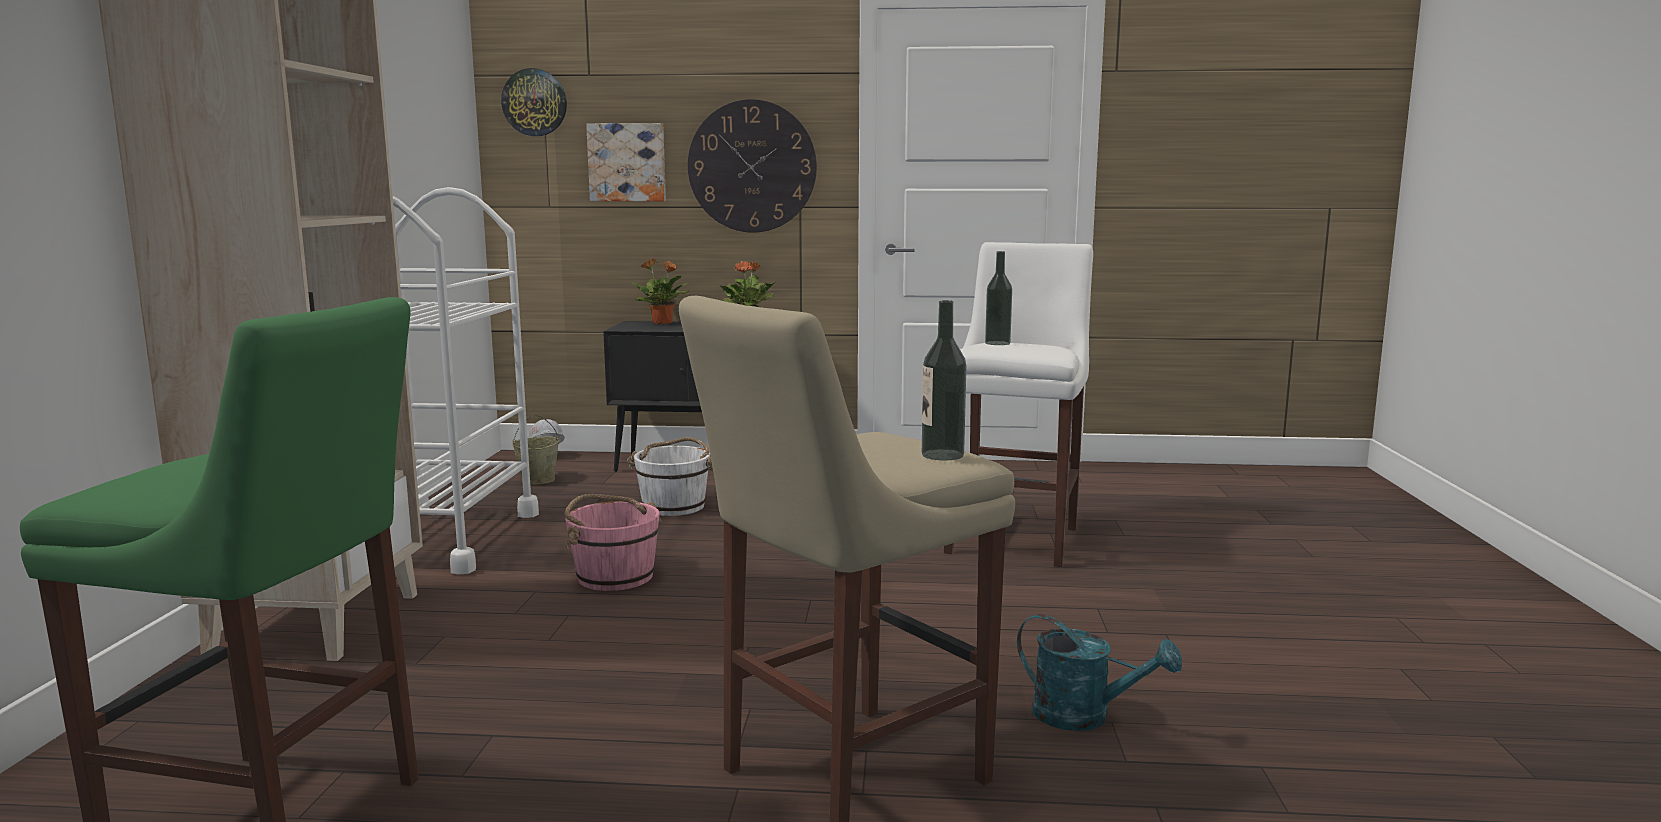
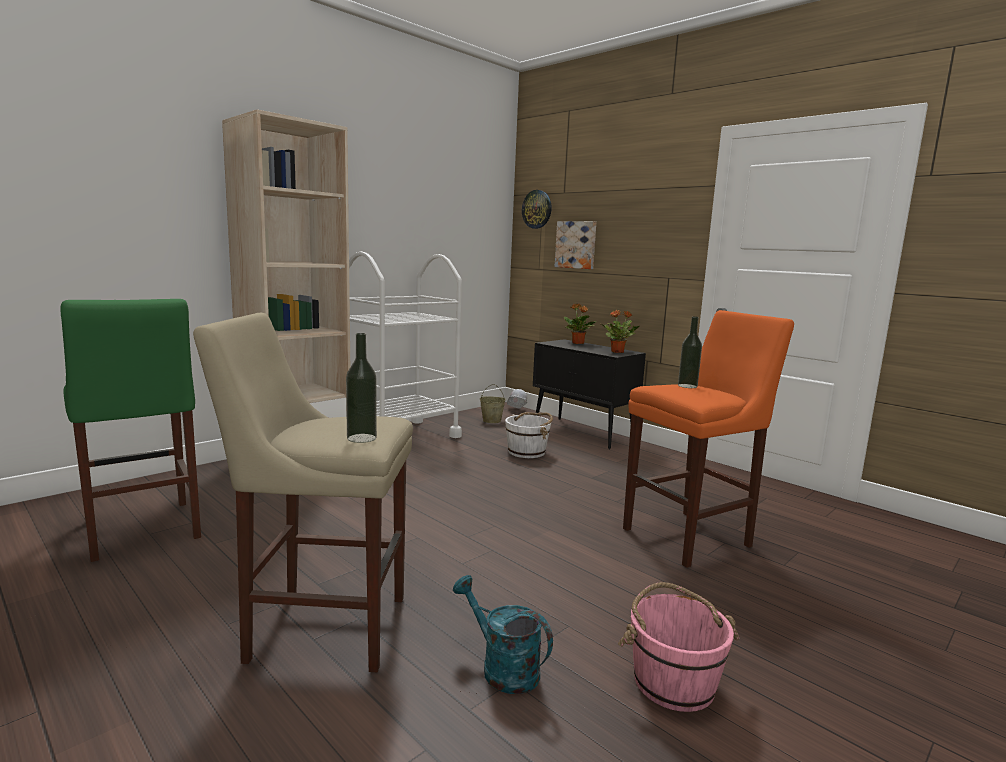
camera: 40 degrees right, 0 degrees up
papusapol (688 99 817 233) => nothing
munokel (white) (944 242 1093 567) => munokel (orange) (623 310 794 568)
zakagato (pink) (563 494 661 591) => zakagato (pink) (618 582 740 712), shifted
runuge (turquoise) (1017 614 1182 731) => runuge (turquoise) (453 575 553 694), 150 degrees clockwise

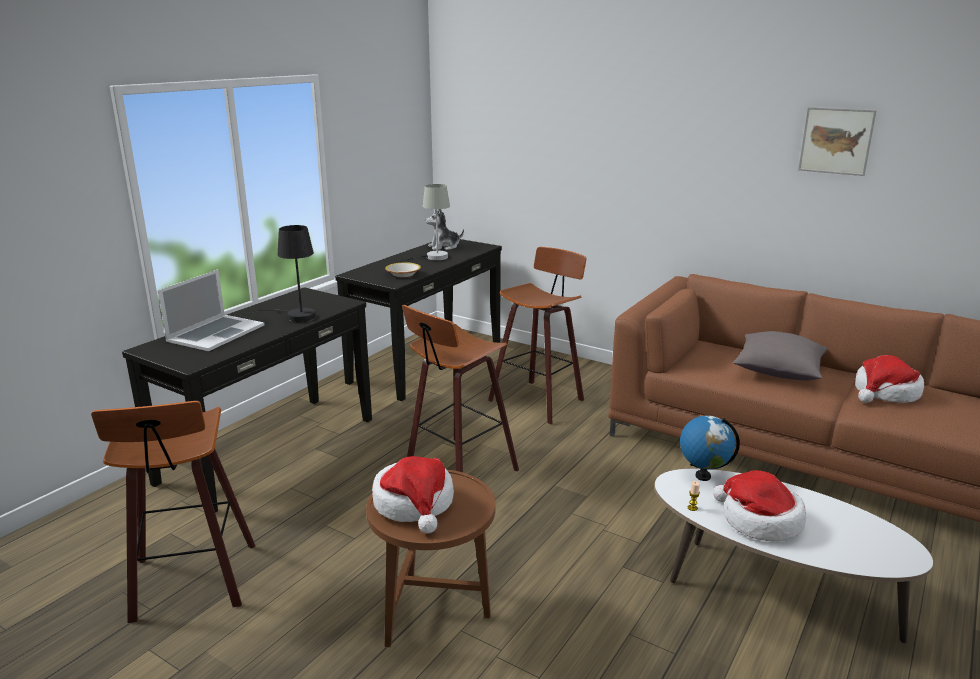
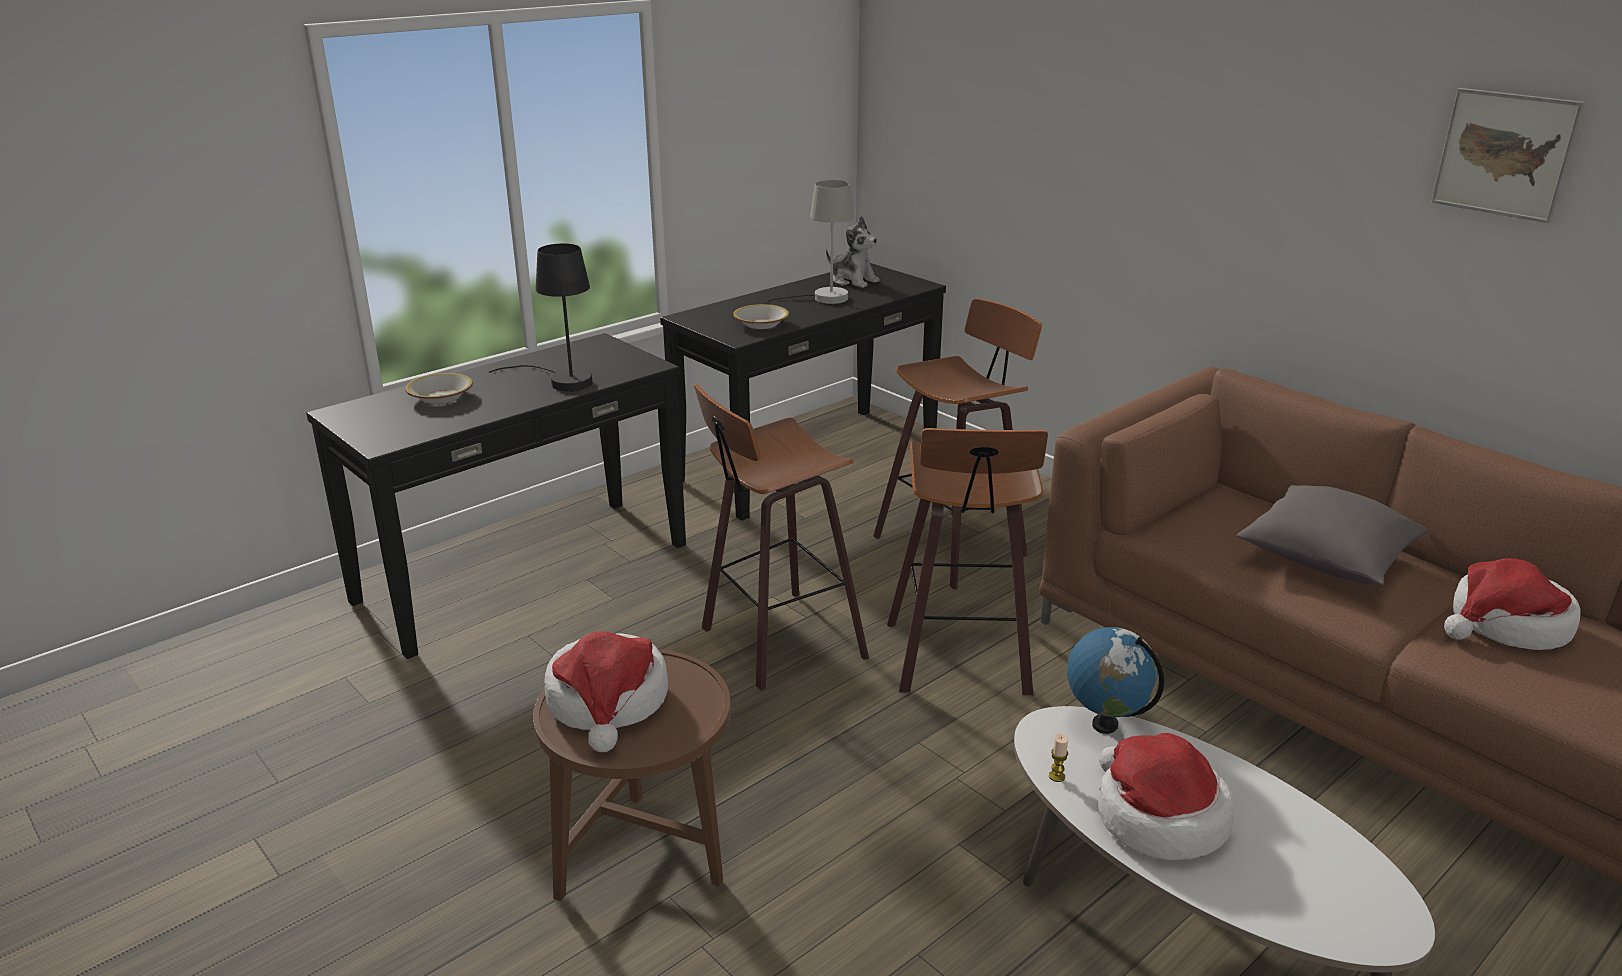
camera: 15 degrees right, 5 degrees up
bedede (426 209 464 250) => bedede (826 216 880 288), 135 degrees counterclockwise
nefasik (157 269 264 351) => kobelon (405 373 473 404)
munokel (91 401 255 623) => munokel (887 428 1048 695), shifted

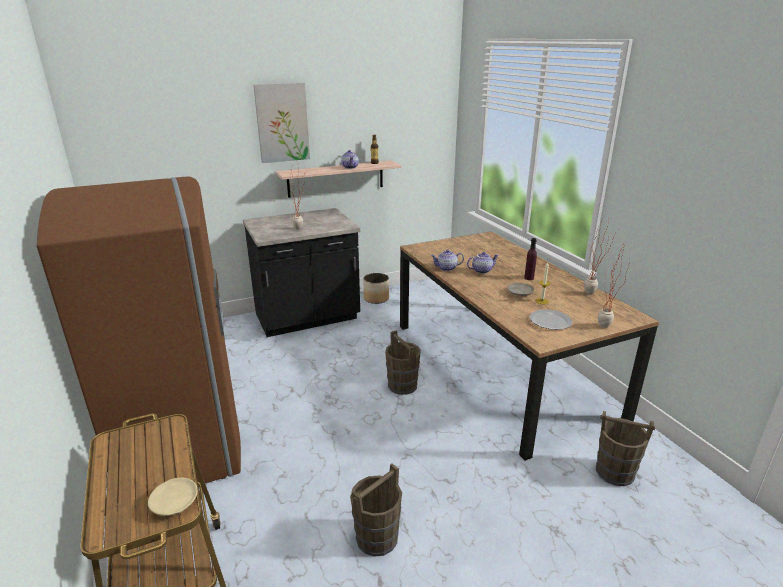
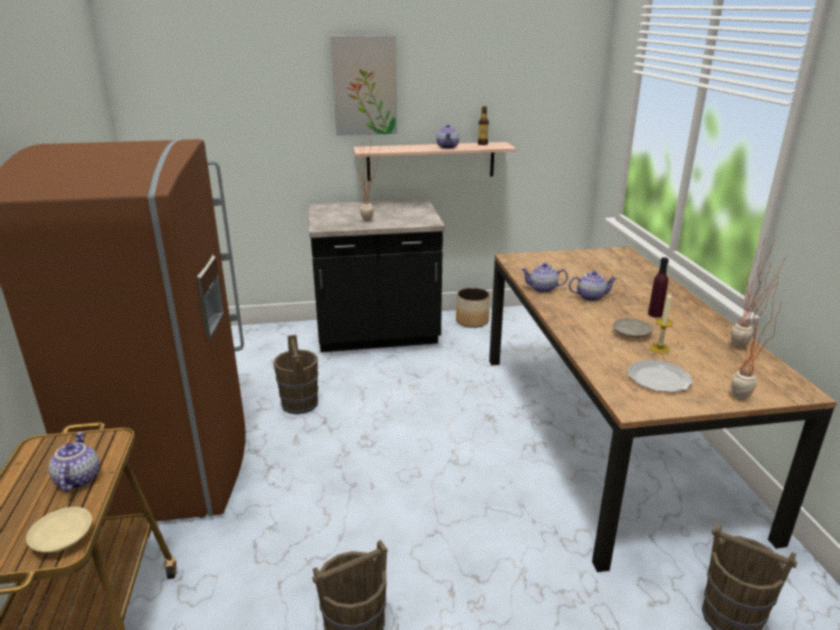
camera: 15 degrees right, 0 degrees up
zakagato (brown) (385 330 421 395) => zakagato (brown) (273 335 318 414), shifted
nothing => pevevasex (49 432 100 492)

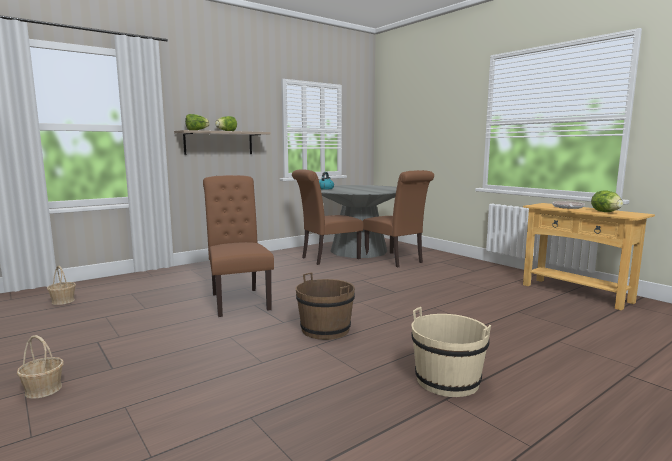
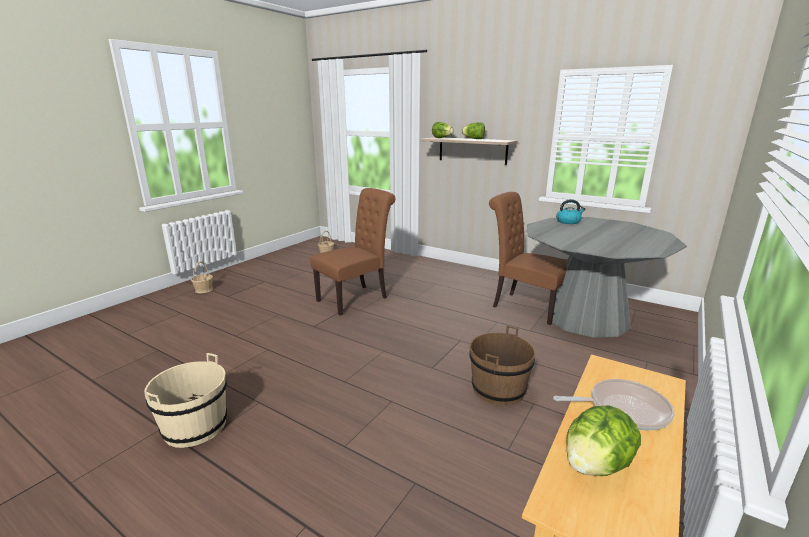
camera: 70 degrees right, 10 degrees up
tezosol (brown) (363 170 434 267) => nothing
zakagato (brown) (296 272 355 340) => zakagato (brown) (469 326 536 406), shifted

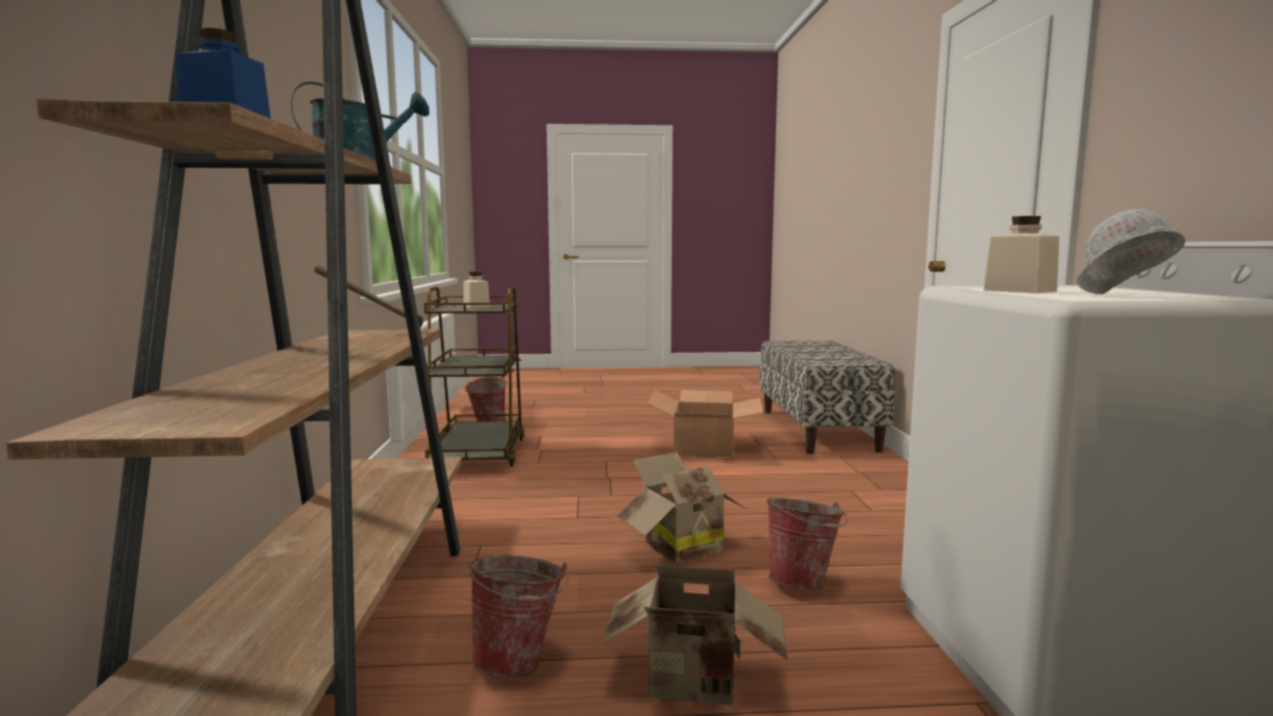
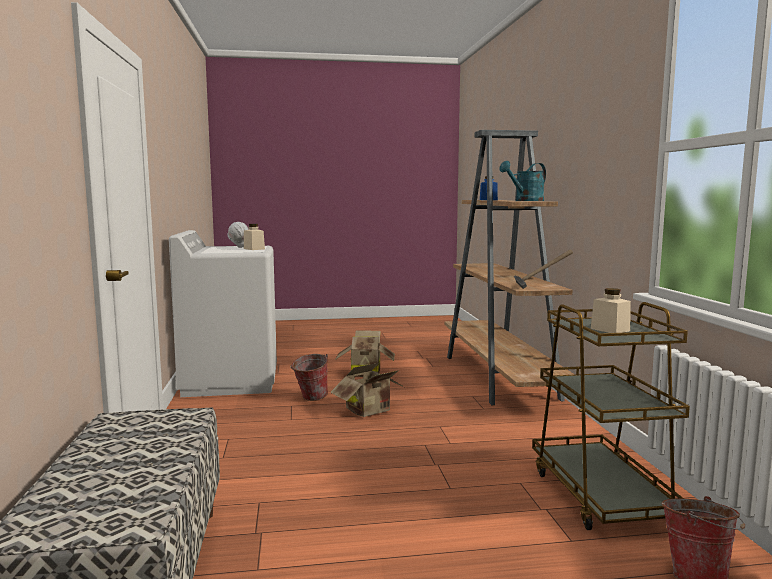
camera: 175 degrees right, 0 degrees up
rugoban (648 390 763 457) => nothing
zakagato (468 555 569 678) => nothing

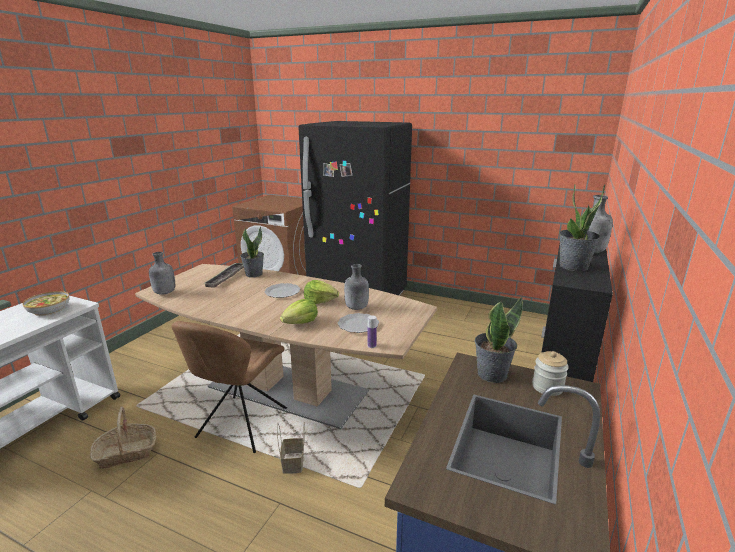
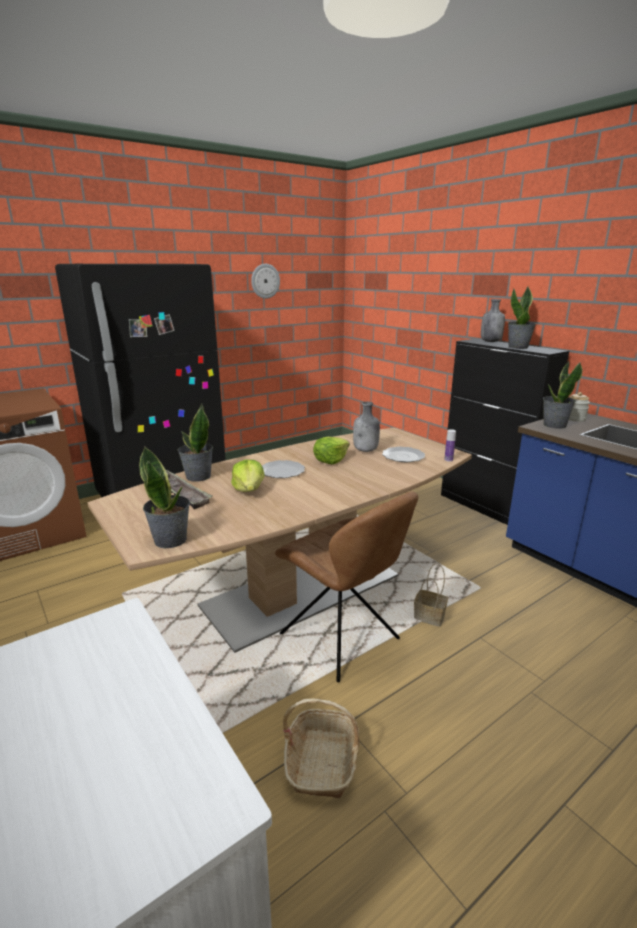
camera: 60 degrees left, 0 degrees up
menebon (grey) (149 252 175 295) => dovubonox (139 447 190 548)
kobelon (22 291 69 316) => nothing
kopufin (280 299 318 324) => kopufin (231 460 265 492), shifted
nothing => papusapol (251 264 280 299)

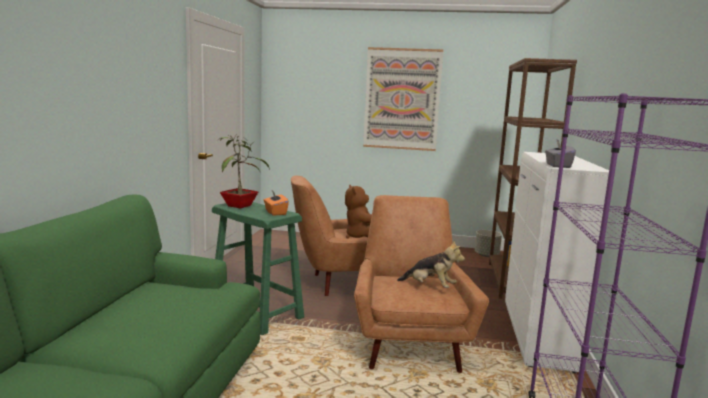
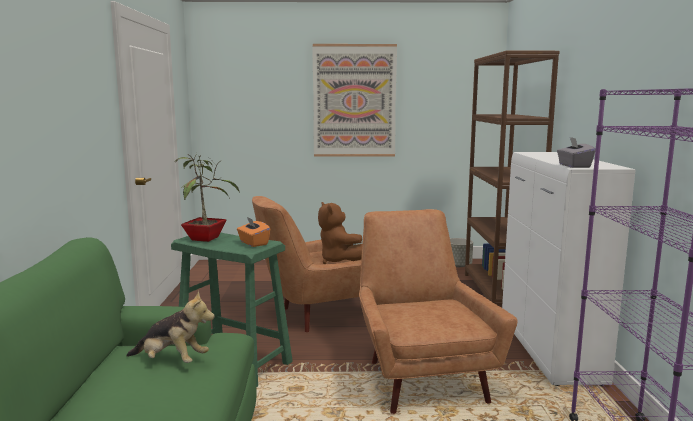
camera: 10 degrees left, 0 degrees up
bedede (397 241 465 288) => bedede (126 291 215 363), shifted

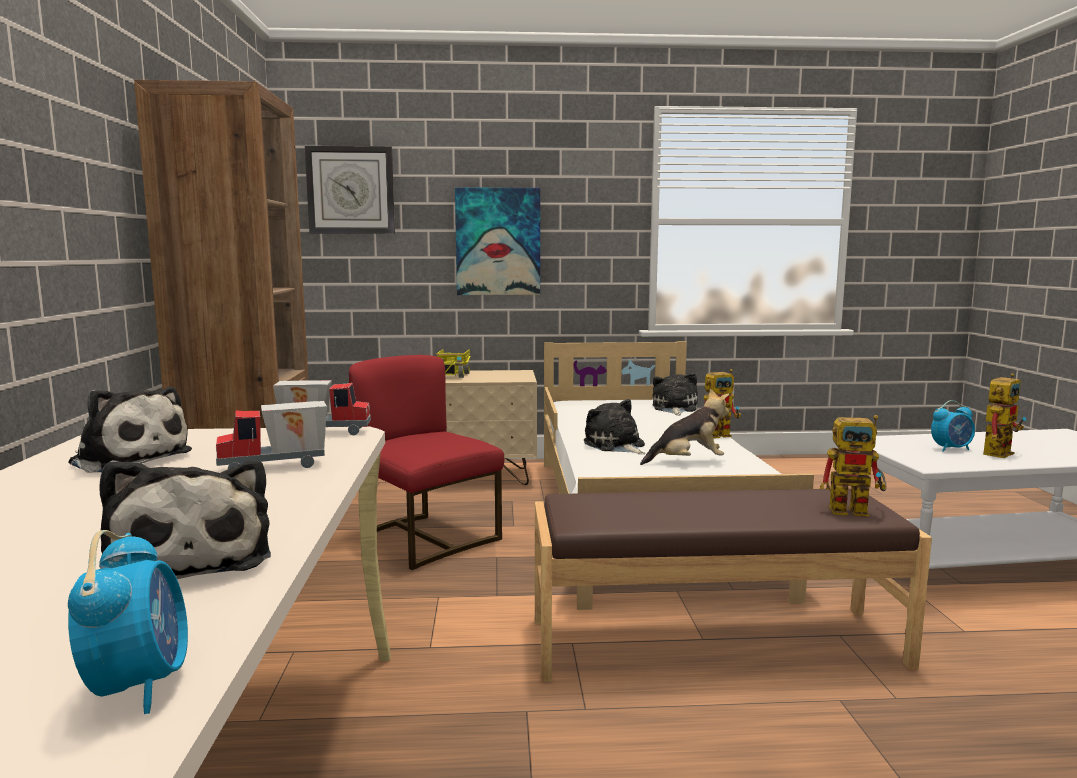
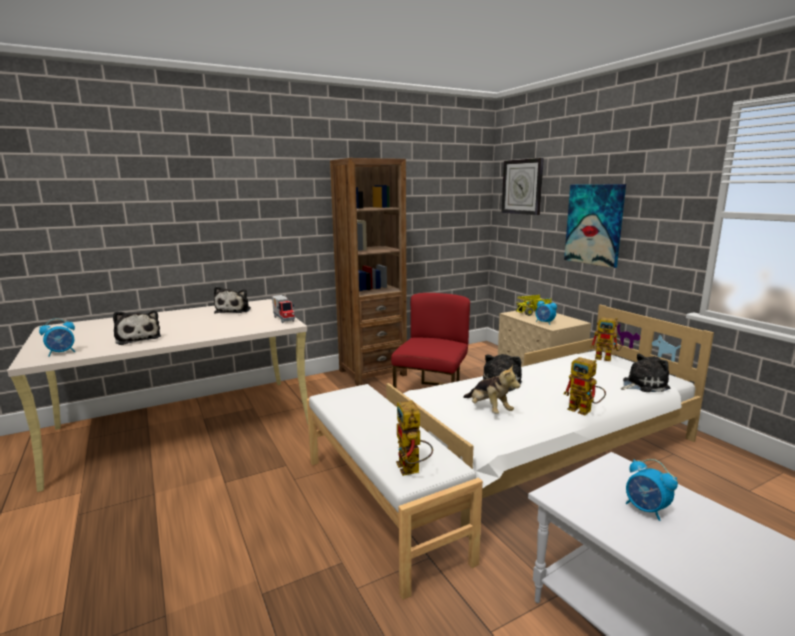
camera: 65 degrees right, 5 degrees up
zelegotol (983 373 1026 458) => zelegotol (590 318 622 361), shifted
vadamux (216 401 327 469) => nothing
bedede (100 459 271 579) => bedede (113 310 161 345), 75 degrees counterclockwise
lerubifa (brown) (535 489 932 682) => lerubifa (white) (307 384 483 600)
nothing => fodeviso (536 298 557 325)

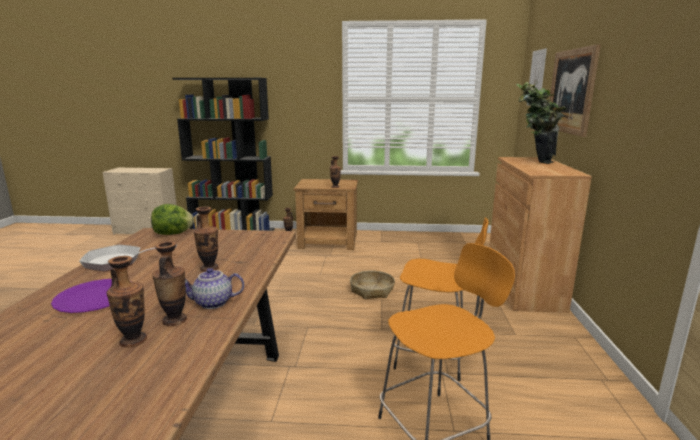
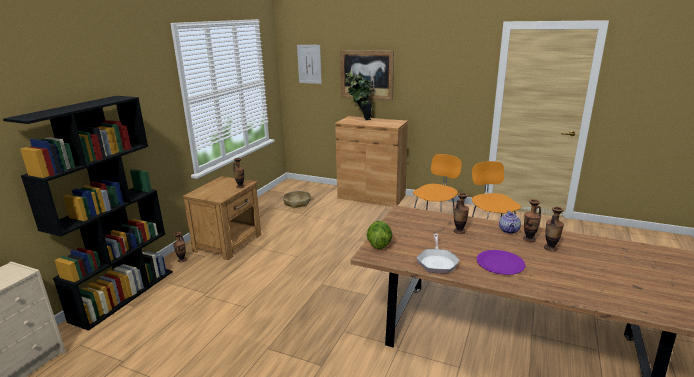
camera: 70 degrees left, 5 degrees up
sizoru (350 270 395 300) => sizoru (283 191 311 208), shifted

